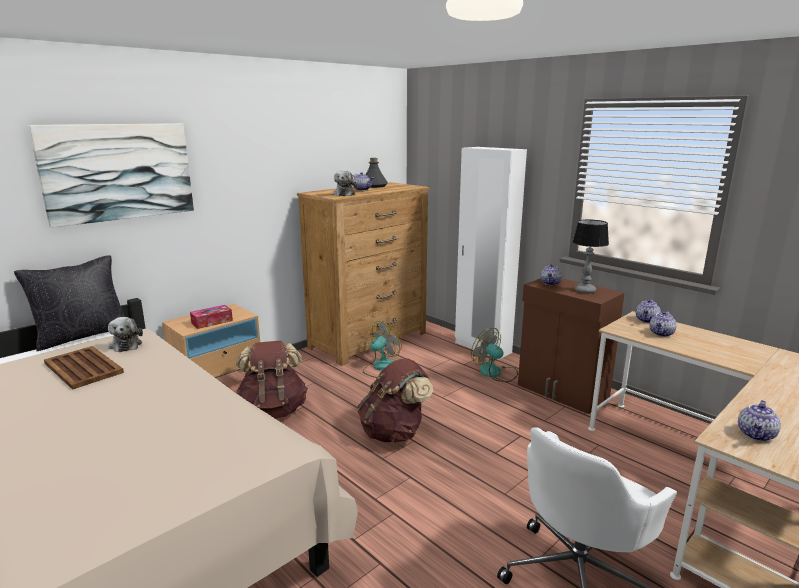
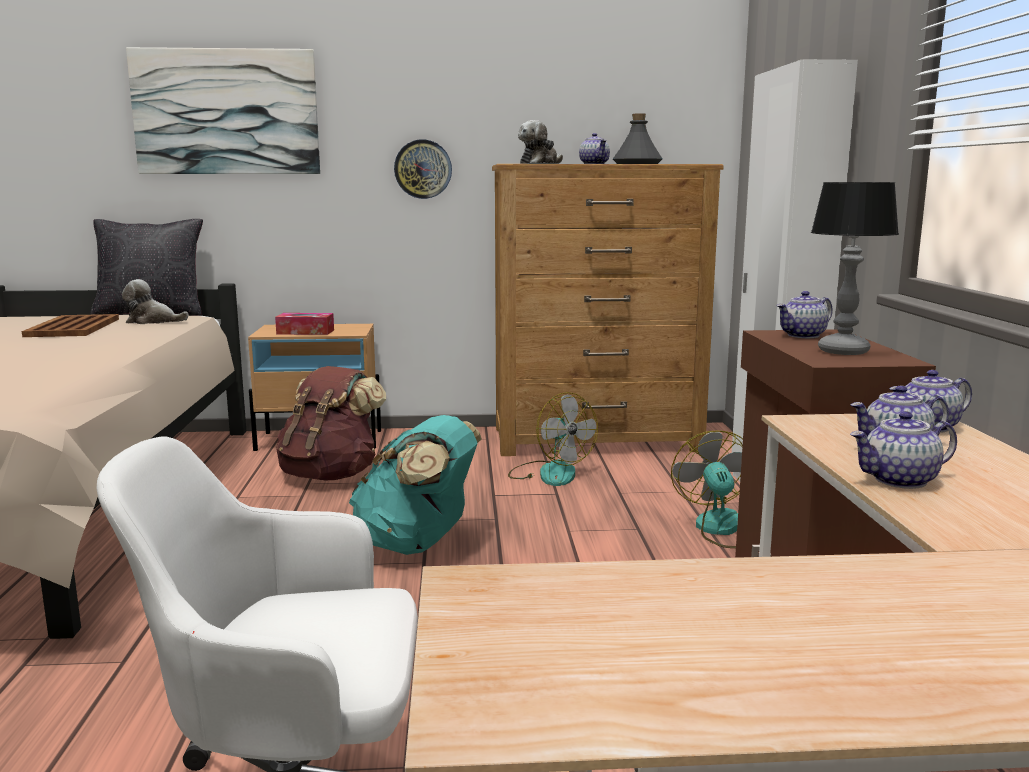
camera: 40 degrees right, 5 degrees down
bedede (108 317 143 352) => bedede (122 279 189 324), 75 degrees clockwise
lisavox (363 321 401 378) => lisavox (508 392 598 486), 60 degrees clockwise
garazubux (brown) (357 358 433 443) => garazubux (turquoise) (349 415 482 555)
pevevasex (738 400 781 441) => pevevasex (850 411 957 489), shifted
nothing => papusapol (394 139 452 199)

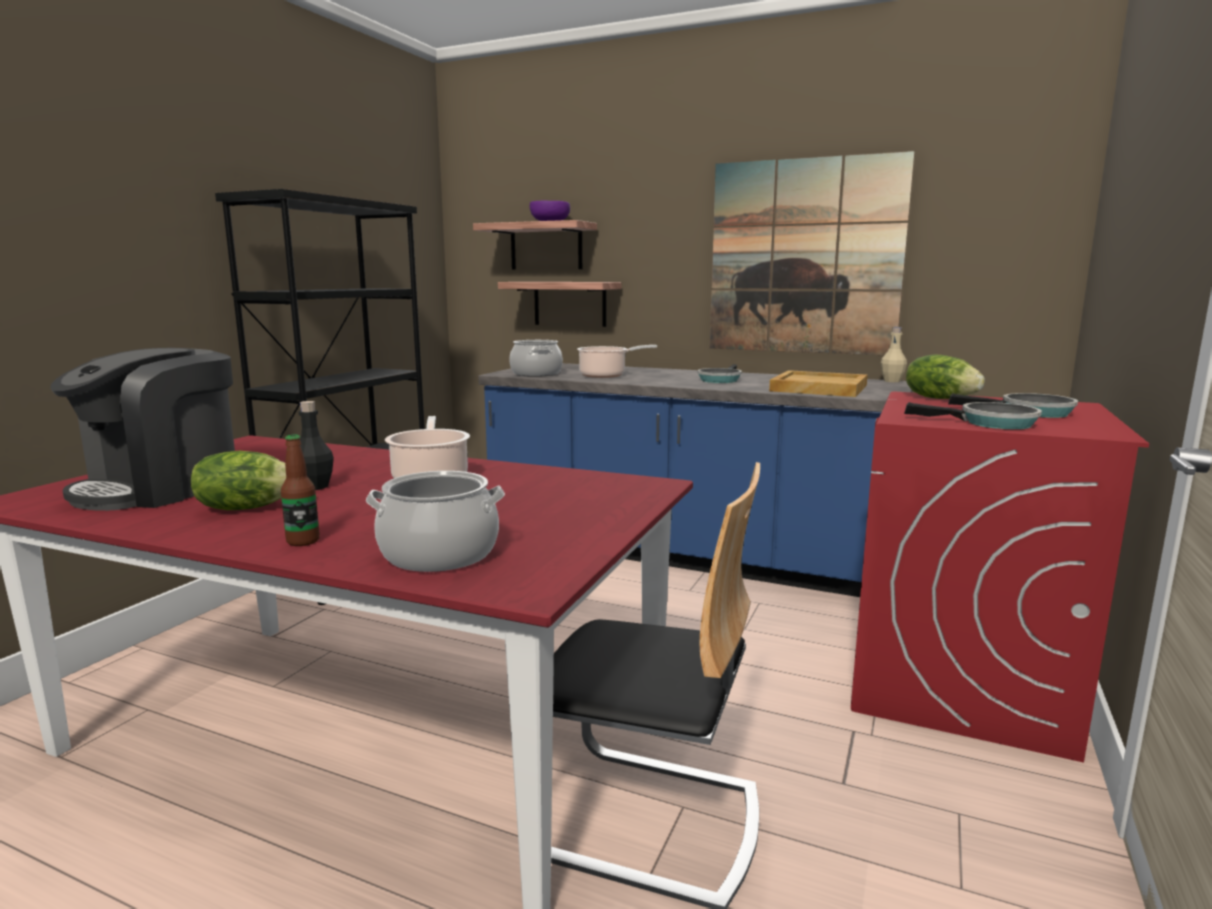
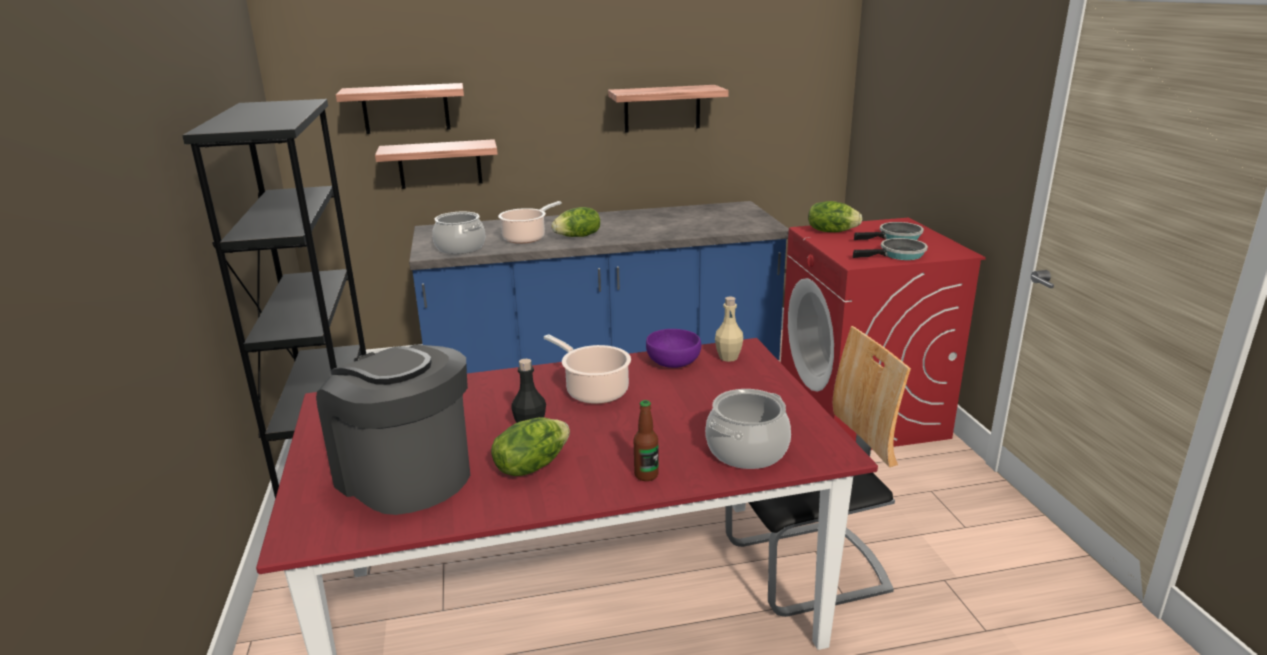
camera: 35 degrees left, 10 degrees up
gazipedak (710 151 915 355) => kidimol (608 85 729 133)
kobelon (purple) (530 201 570 221) => kobelon (purple) (646 329 701 368), shifted
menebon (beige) (881 327 907 382) => menebon (beige) (715 296 743 362), shifted
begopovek (51 348 235 511) => begopovek (316 344 470 515), 135 degrees clockwise
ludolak (697 364 742 383) => nothing
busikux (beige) (769 370 868 397) => nothing
nothing => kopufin (551 207 600 237)

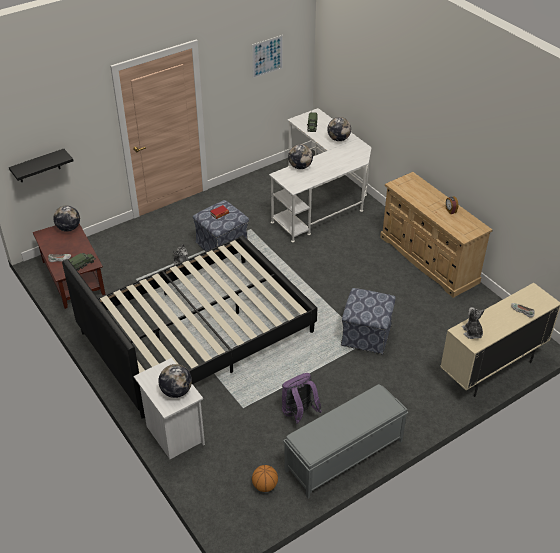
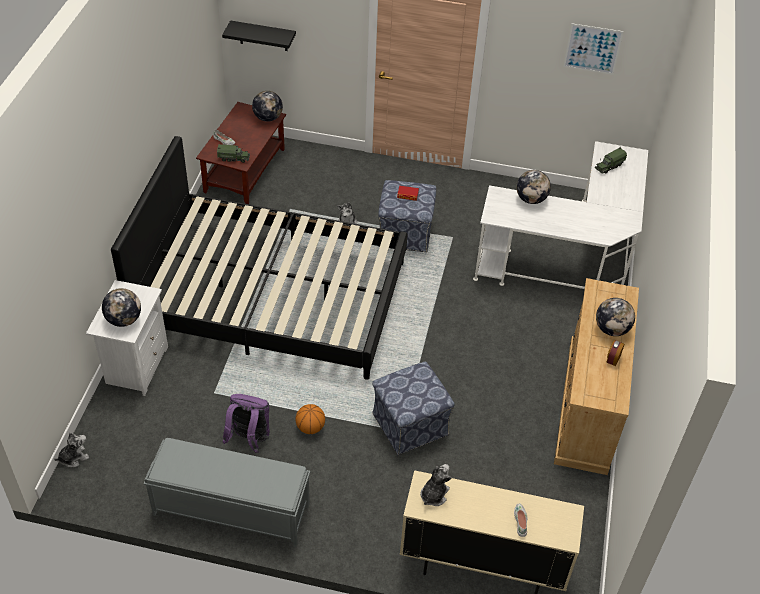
camera: 45 degrees right, 5 degrees up
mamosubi (327 117 351 141) => mamosubi (596 298 635 336), shifted
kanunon (252 465 278 492) => kanunon (295 404 325 434), shifted
nothing => bedede (55 433 89 468)

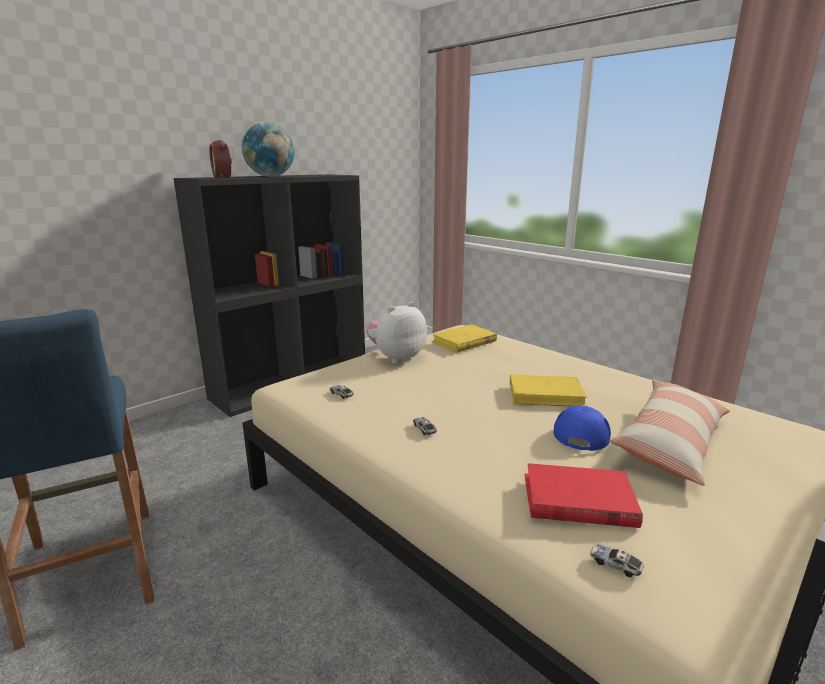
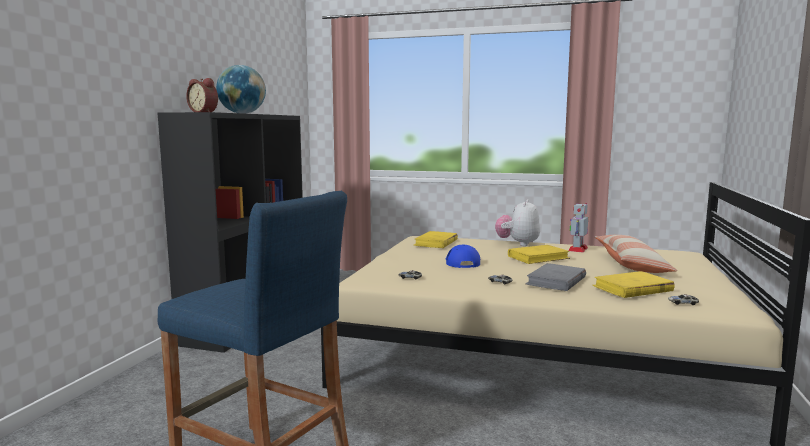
camera: 30 degrees left, 10 degrees down
bedede (366 302 427 364) => bedede (495 199 540 246), shifted
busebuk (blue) (553 406 611 451) => busebuk (blue) (446 245 480 268), shifted
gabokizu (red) (525 463 643 528) => gabokizu (yellow) (593 271 675 298)
nothing => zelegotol (568 203 588 253)
nothing => gabokizu (grey) (525 263 586 291)

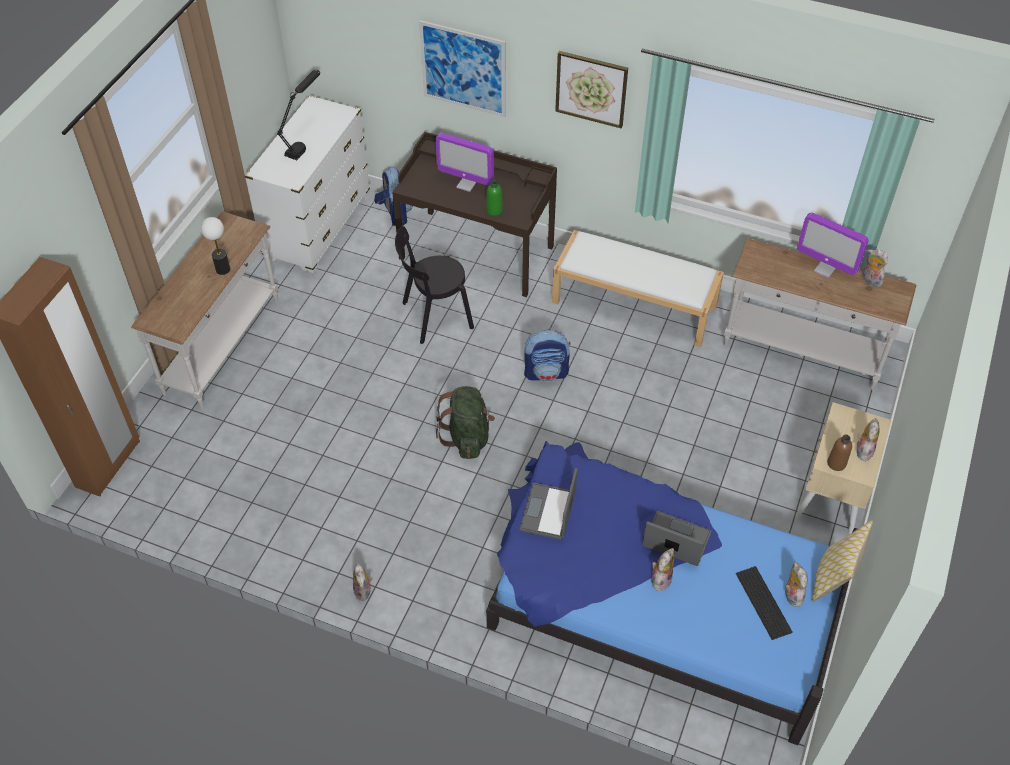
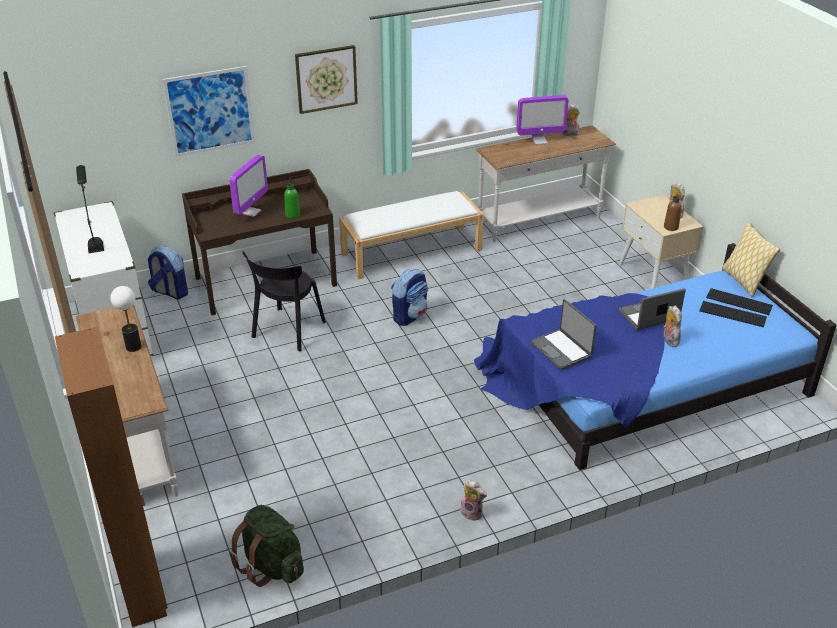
camera: 45 degrees left, 15 degrees down
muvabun (436 133 494 192) => muvabun (229 155 268 217), 45 degrees counterclockwise
garazubux (green) (436 386 495 459) => garazubux (green) (230 505 304 587), shifted
bedede (785 562 808 607) => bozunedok (706 288 773 315)

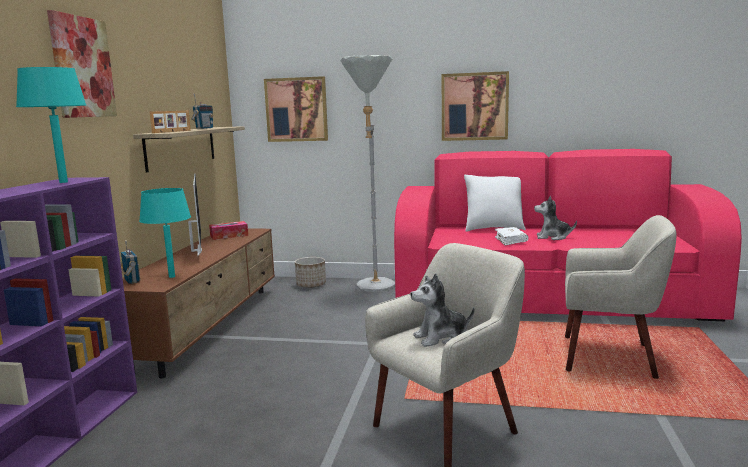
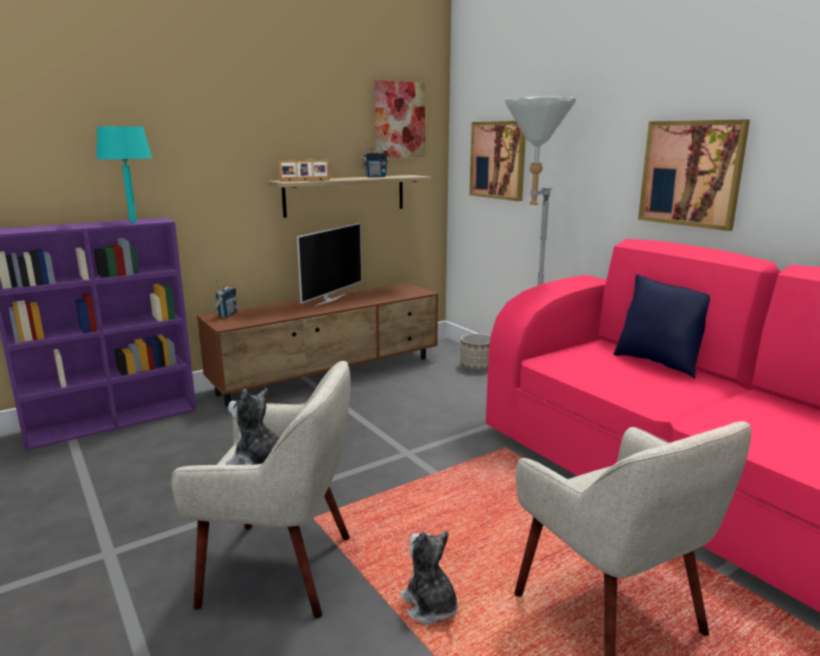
camera: 45 degrees right, 5 degrees up
gazipedak (47 10 117 118) => gazipedak (374 80 425 158), shifted
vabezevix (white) (464 175 526 232) => vabezevix (blue) (614 274 710 379)
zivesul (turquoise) (139 188 191 278) => nothing
bedede (534 196 577 240) => bedede (400 531 458 624), shifted
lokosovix (209 221 248 240) => nothing
gabokizu (white) (494 227 528 246) => nothing

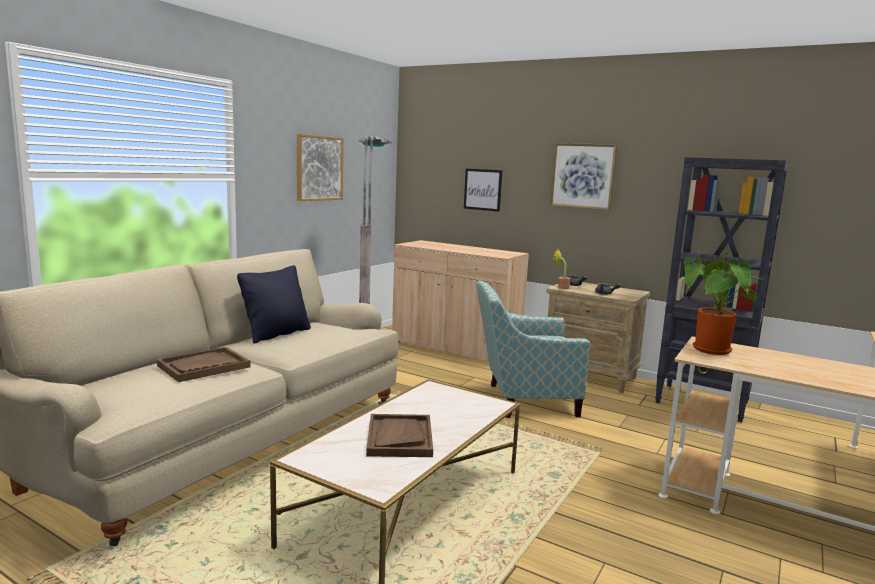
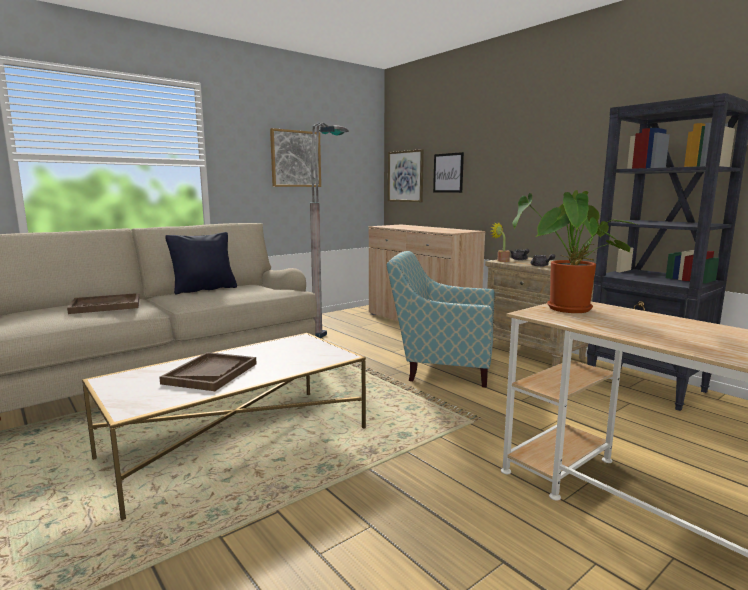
camera: 20 degrees right, 0 degrees up
gazipedak (549 143 617 210) => gazipedak (388 149 424 202), shifted

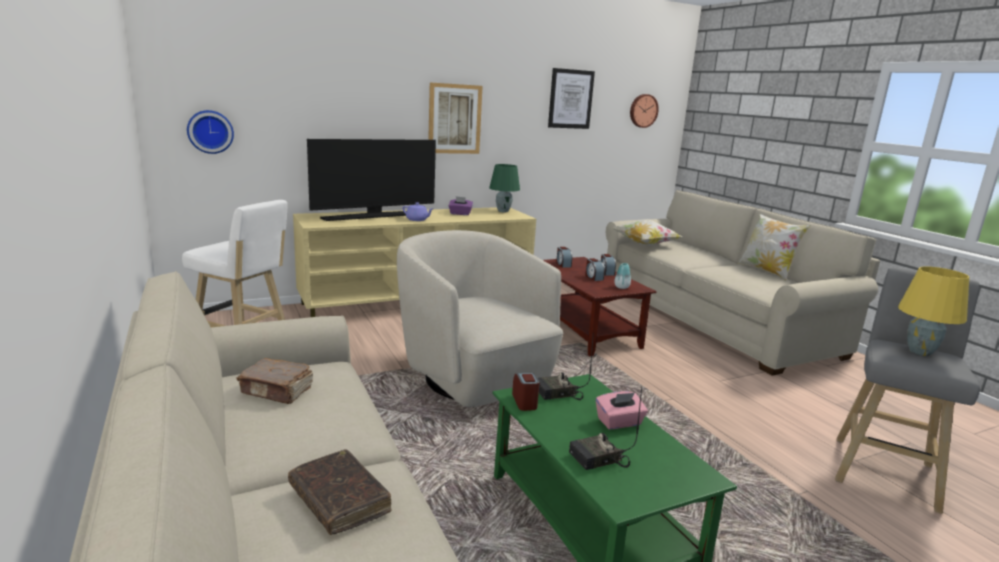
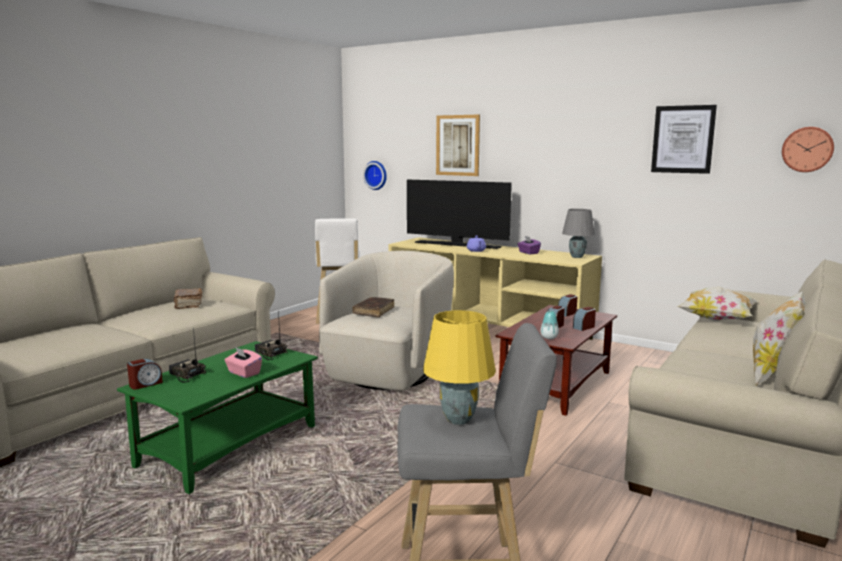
camera: 60 degrees right, 5 degrees down
gazipedak (428 82 483 154) => gazipedak (436 115 480 176), shifted
zivesul (green) (489 164 520 212) => zivesul (grey) (562 209 595 258)
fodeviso (512 373 539 411) => fodeviso (127 359 163 390), shifted
gabokizu (brown) (288 449 392 535) => gabokizu (brown) (352 297 394 317), shifted

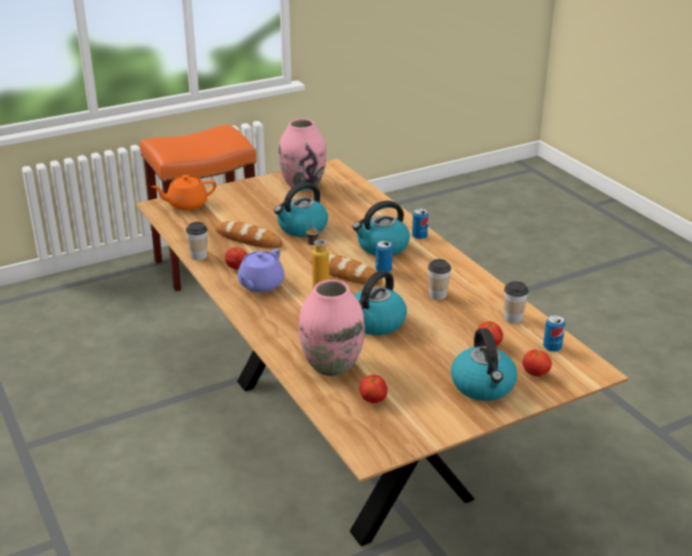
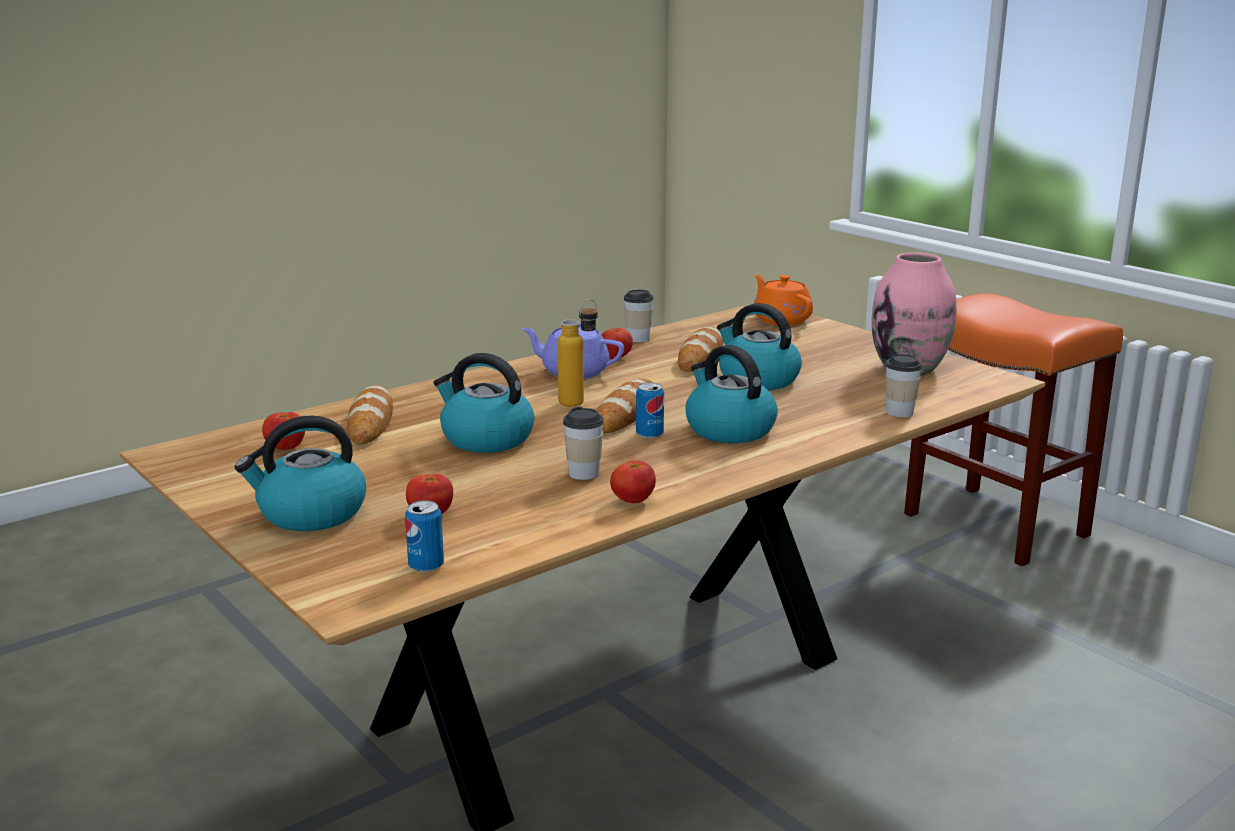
camera: 80 degrees right, 10 degrees down
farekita (412 208 429 239) => nothing
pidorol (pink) (299 280 365 376) => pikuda (347 385 393 444)
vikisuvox (504 281 529 323) => vikisuvox (886 354 922 417), shifted
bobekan (522 350 552 376) => bobekan (610 460 656 503), shifted

